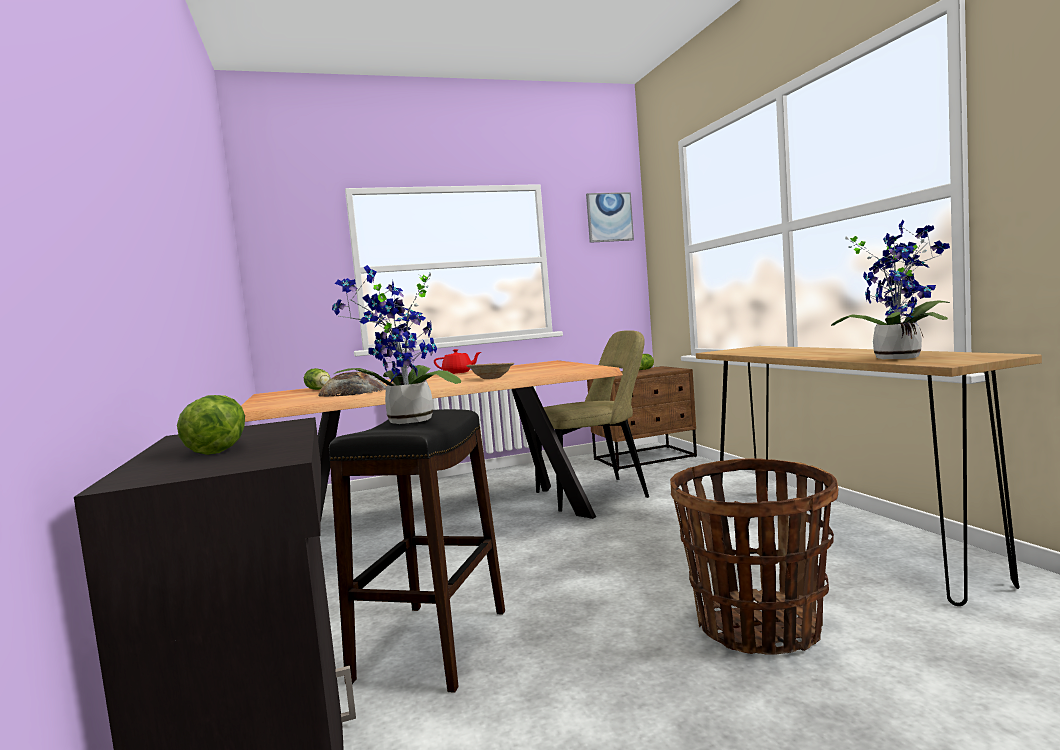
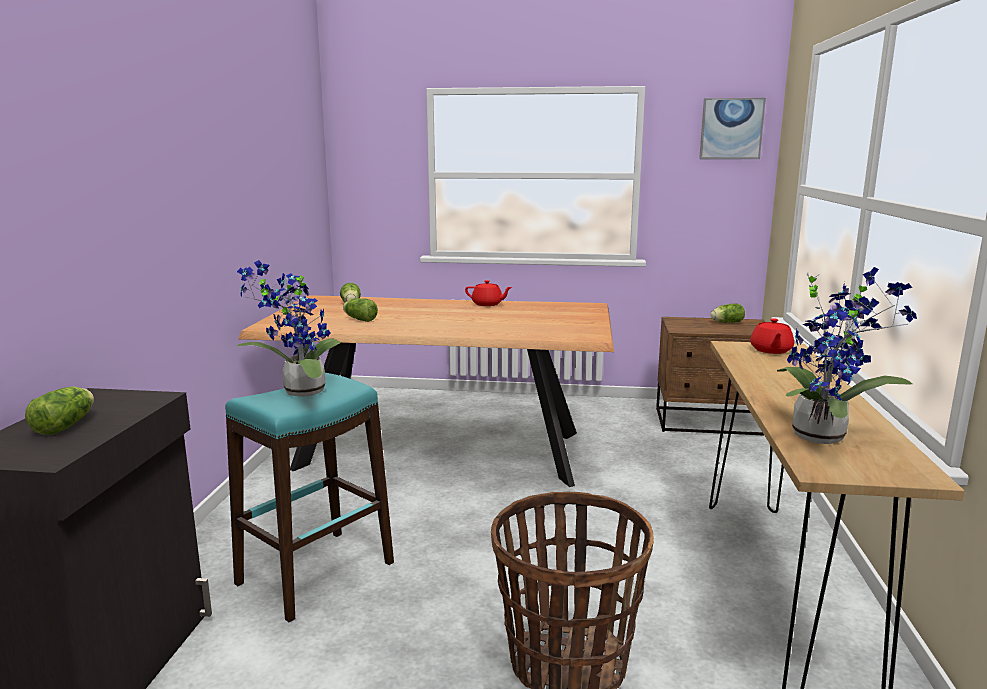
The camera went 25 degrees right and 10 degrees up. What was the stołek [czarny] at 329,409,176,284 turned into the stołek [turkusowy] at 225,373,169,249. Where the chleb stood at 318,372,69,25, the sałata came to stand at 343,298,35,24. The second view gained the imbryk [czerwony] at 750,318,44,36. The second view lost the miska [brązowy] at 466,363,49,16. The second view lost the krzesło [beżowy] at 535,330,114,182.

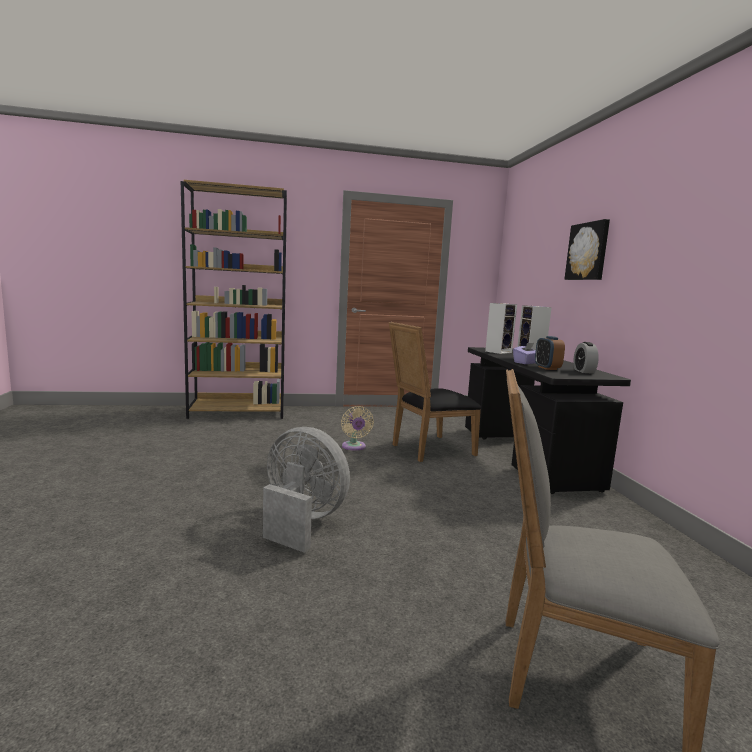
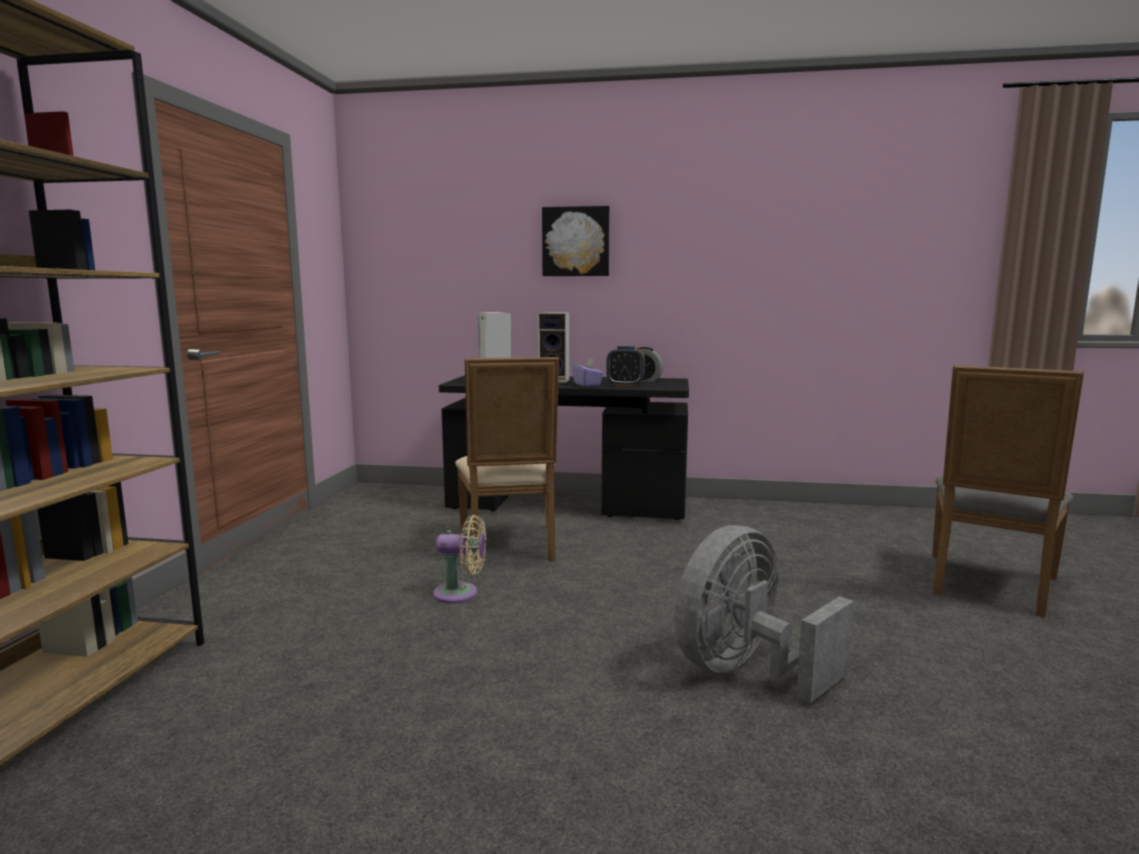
The camera went 70 degrees left and 0 degrees up. What was the krzesło [czarny] at 389,322,92,140 turned into the krzesło [beżowy] at 455,357,104,208.

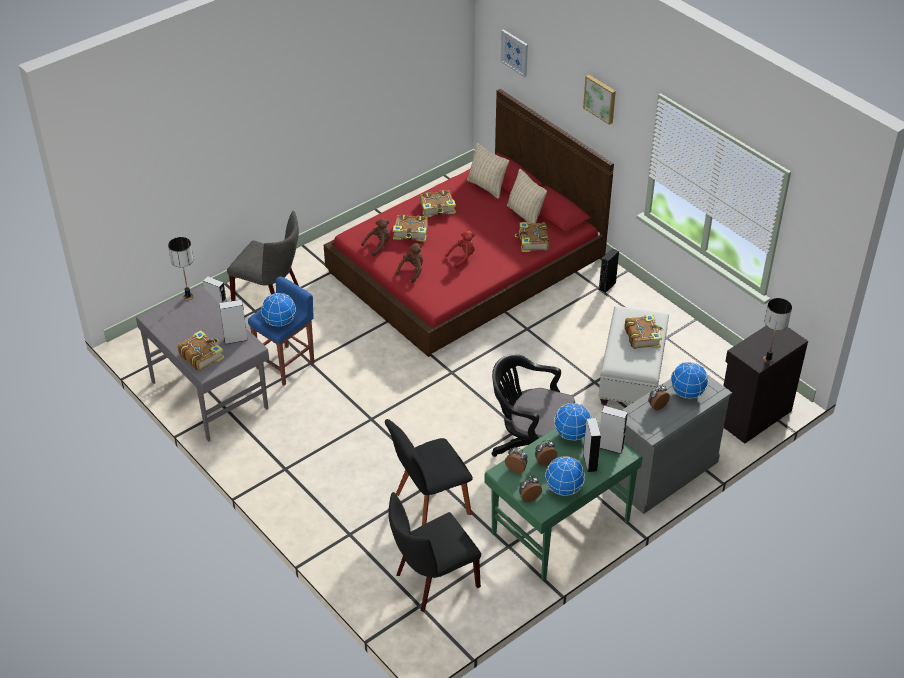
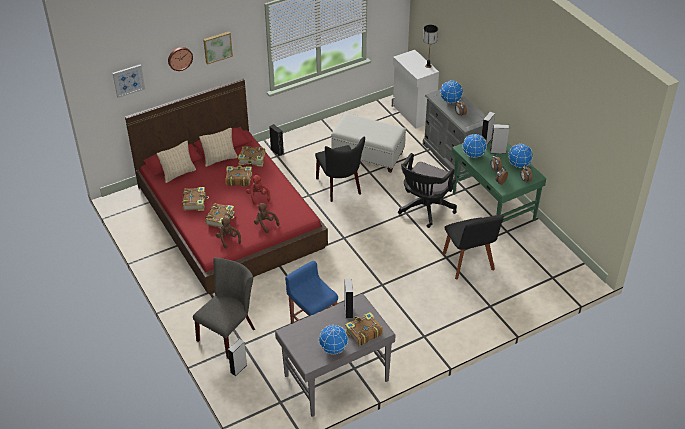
The camera went 80 degrees left and 0 degrees up. The second view gained the zegar ścienny at 168,47,25,24. The książka ended up elsewhere, having gone from 625,314,39,35 to 226,165,26,21. The krzesło [czarny] ended up elsewhere, having gone from 388,492,93,120 to 315,137,50,65. The globus ended up elsewhere, having gone from 261,293,35,34 to 319,325,29,29. What was the szafka [czarny] at 723,326,85,118 turned into the szafka [biały] at 392,50,47,79. The second view lost the lampa stołowa at 168,237,26,63.

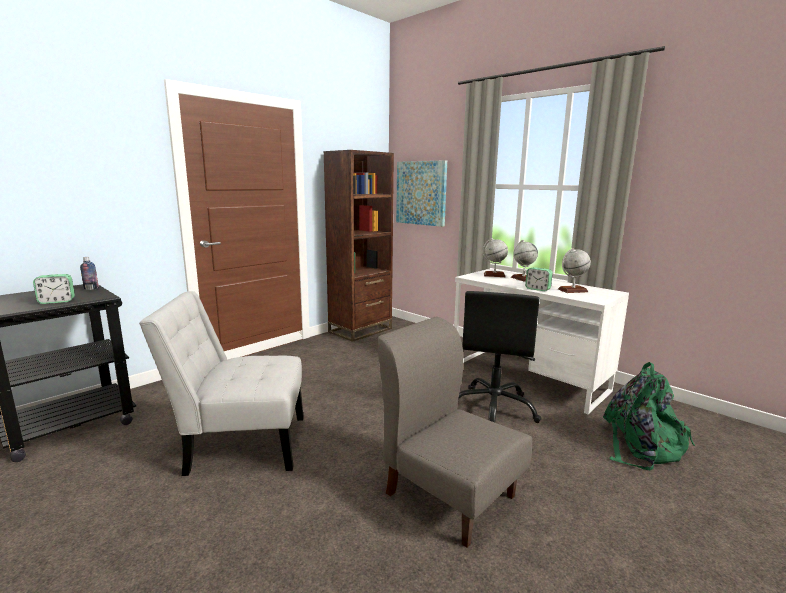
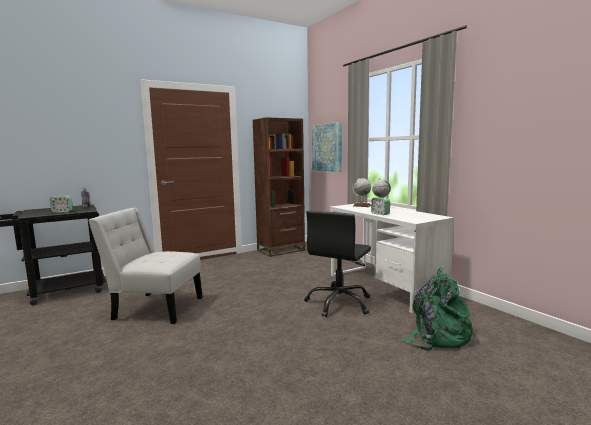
The camera went 15 degrees right and 5 degrees down. The second view lost the krzesło [szary] at 377,316,155,231. The second view lost the globus at 558,248,33,45.

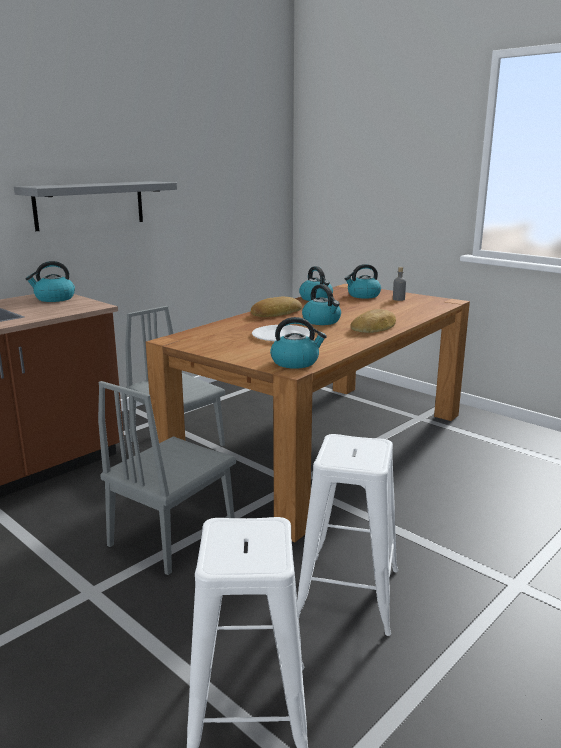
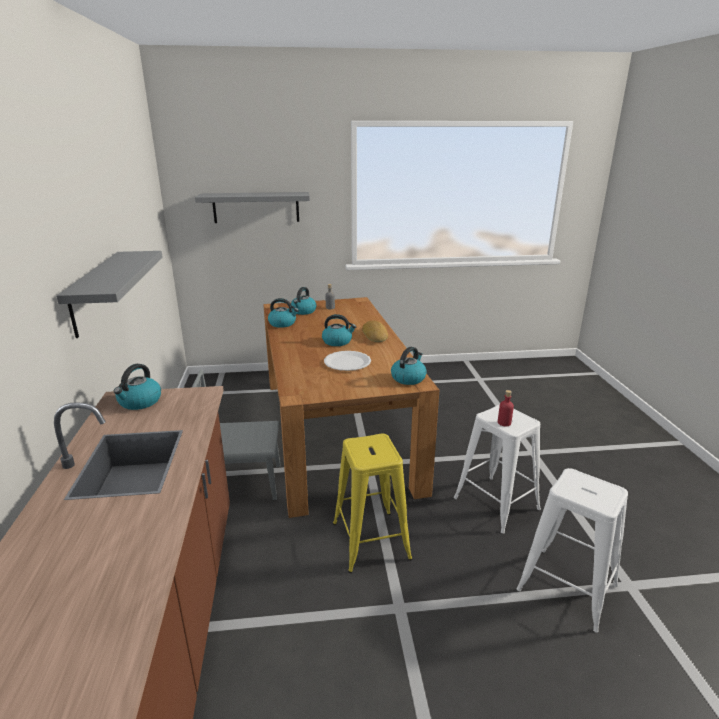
The camera went 50 degrees left and 5 degrees up. The second view gained the półka [szary] at 195,192,115,31. Where the krzesło [szary] stood at 98,381,138,194, the stołek [żółty] came to stand at 333,434,79,139. The second view gained the butelka [czerwony] at 498,390,16,36. The second view lost the chleb at 251,297,51,20.

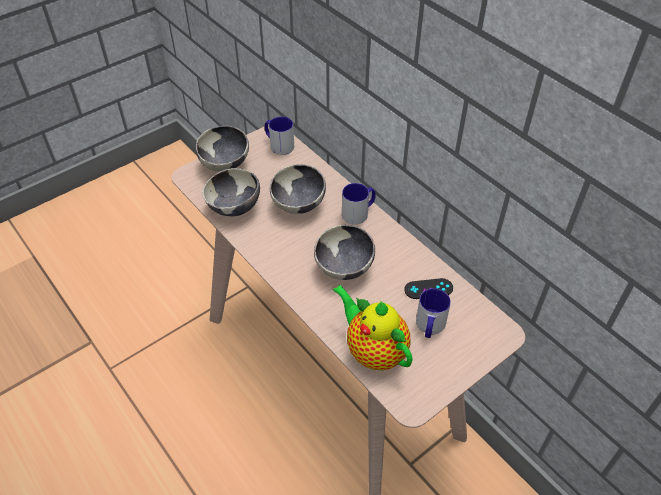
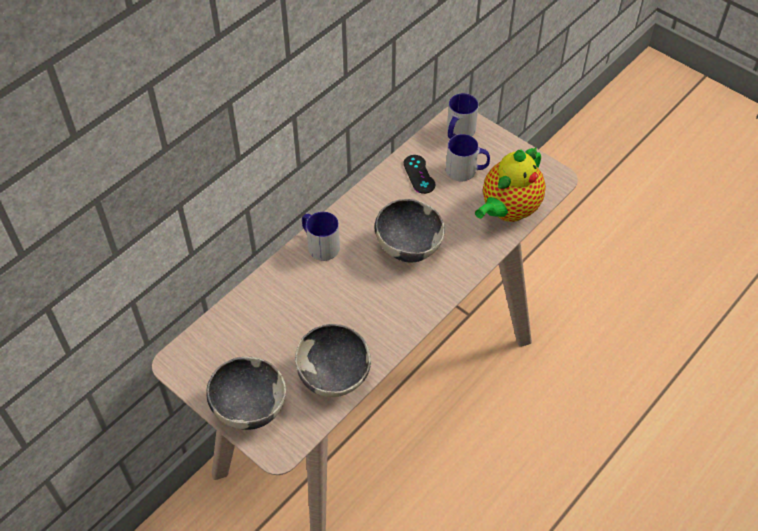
The camera went 100 degrees left and 5 degrees up. The kubek ended up elsewhere, having gone from 265,116,29,39 to 447,93,32,46. The second view lost the miska at 270,165,56,49.

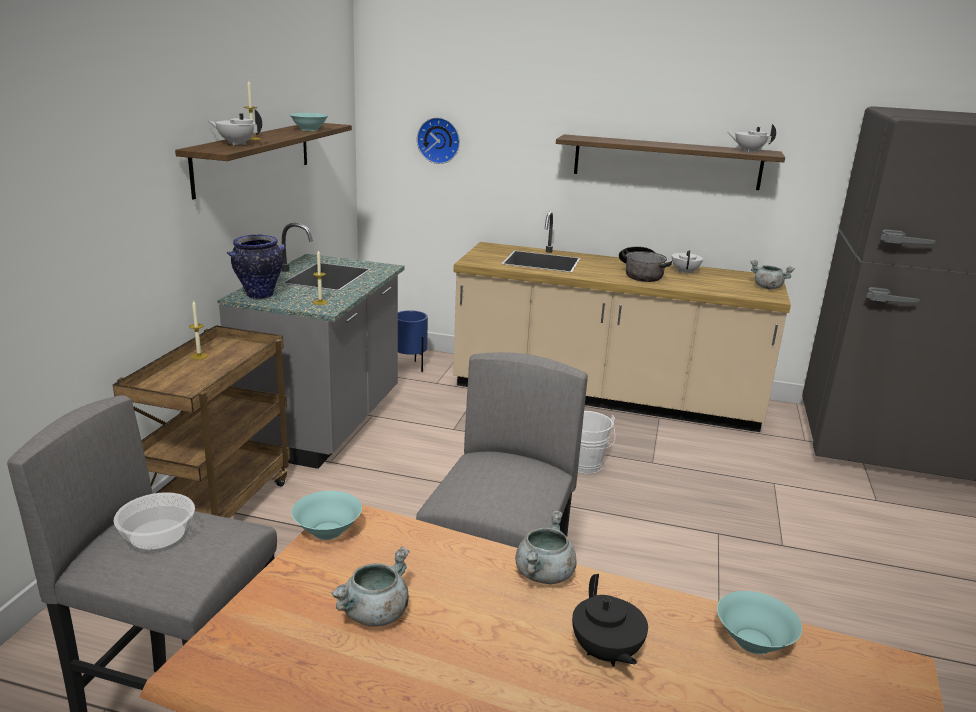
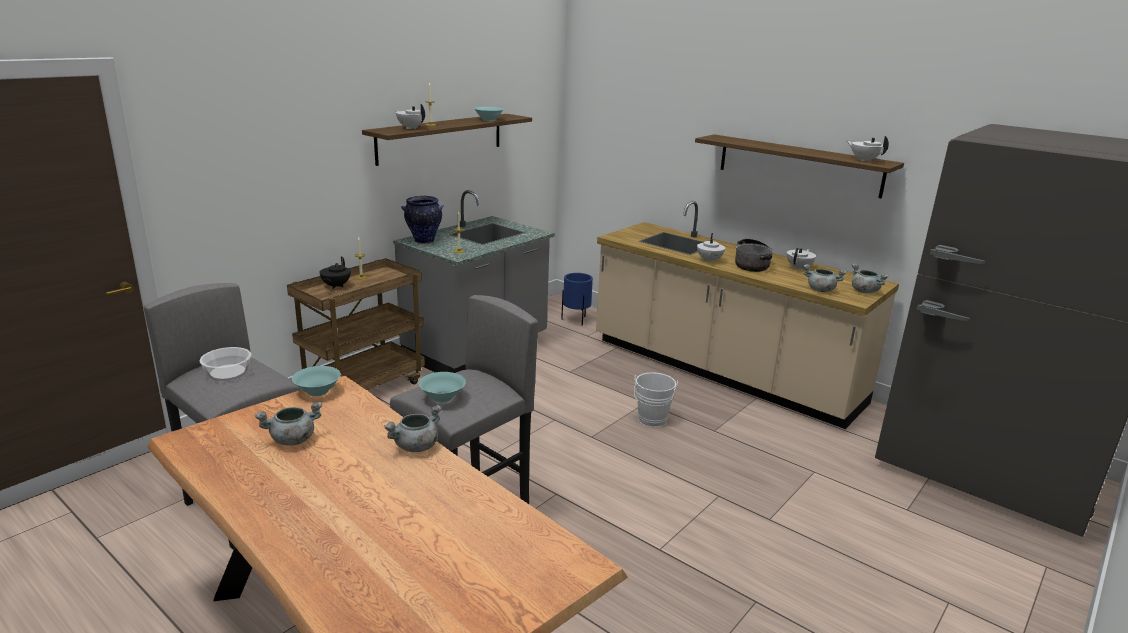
The camera went 25 degrees right and 0 degrees up. The imbryk [czarny] ended up elsewhere, having gone from 572,574,76,92 to 320,256,31,33. The miska [turkusowy] ended up elsewhere, having gone from 717,591,85,63 to 419,372,47,31. The second view gained the imbryk [biały] at 697,233,28,30. The second view gained the garnek [szary] at 803,264,43,28. The second view lost the zegar ścienny at 417,117,43,47.

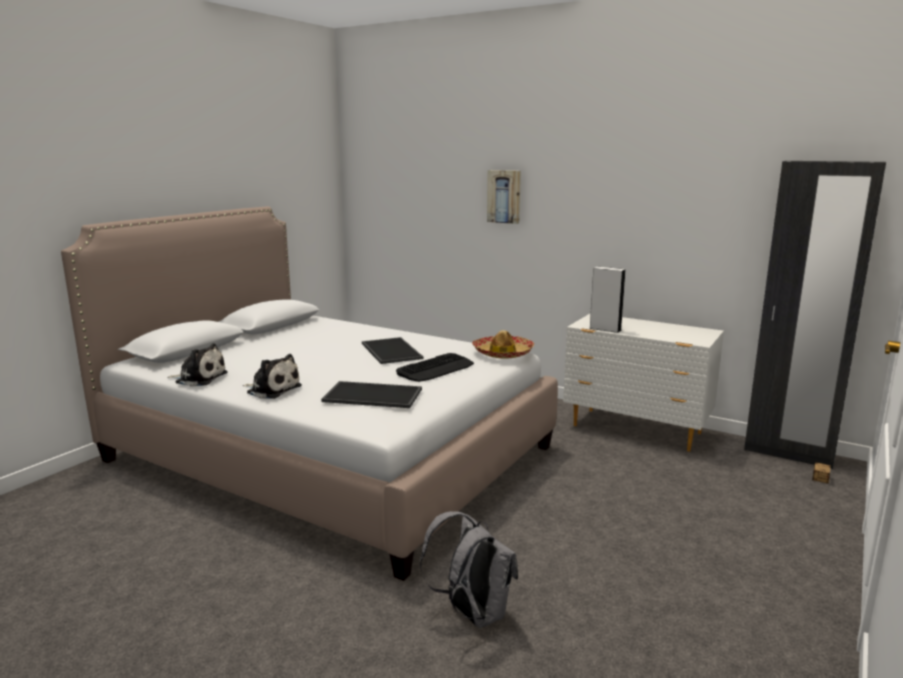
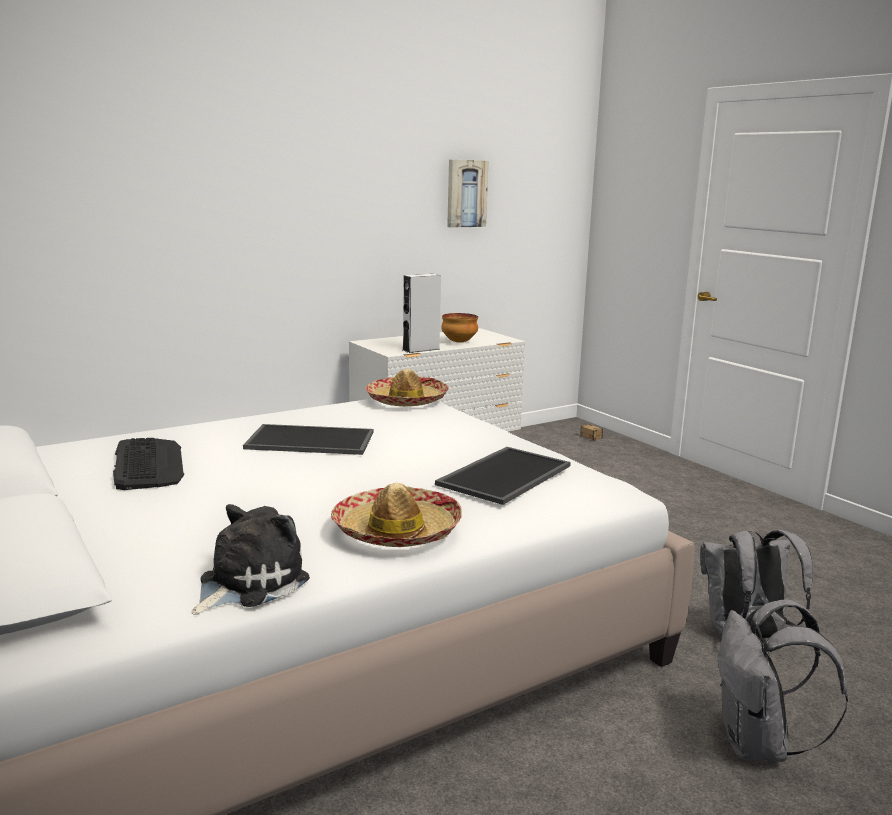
The camera went 65 degrees left and 0 degrees up. The klawiatura ended up elsewhere, having gone from 396,353,78,29 to 113,438,71,52. Where the pluszak stood at 243,354,59,45, the kapelusz came to stand at 331,483,131,64. The second view gained the miska at 441,313,37,30. The obraz ended up elsewhere, having gone from 487,170,34,54 to 447,160,41,68. The second view gained the plecak [szary] at 717,600,131,162. The second view lost the szafa [czarny] at 744,161,142,308.

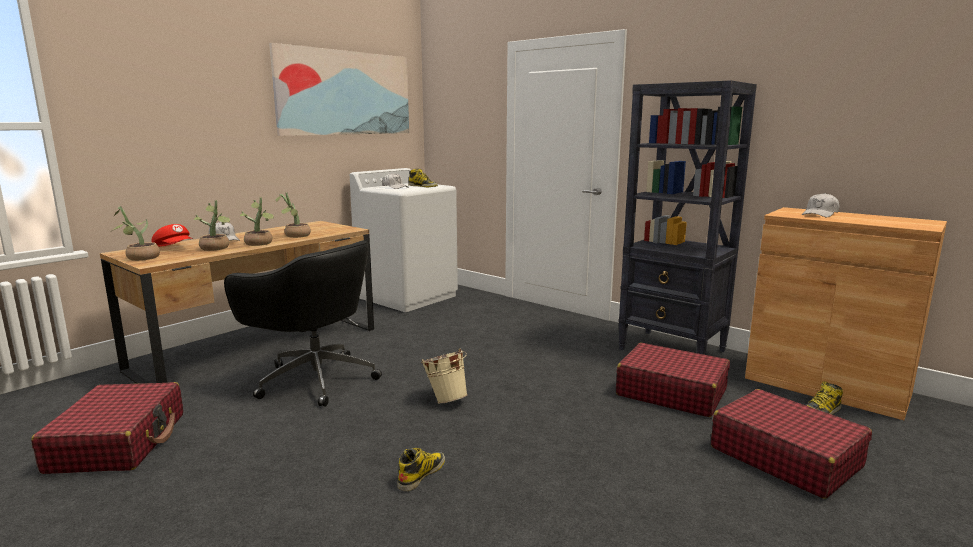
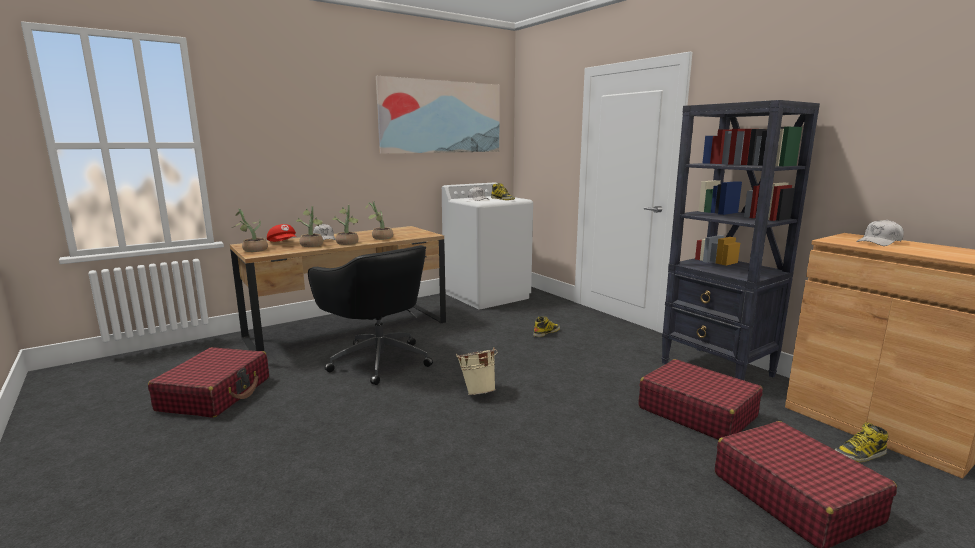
The camera went 15 degrees right and 0 degrees up. The but z cholewką ended up elsewhere, having gone from 397,448,48,43 to 533,317,27,20.

